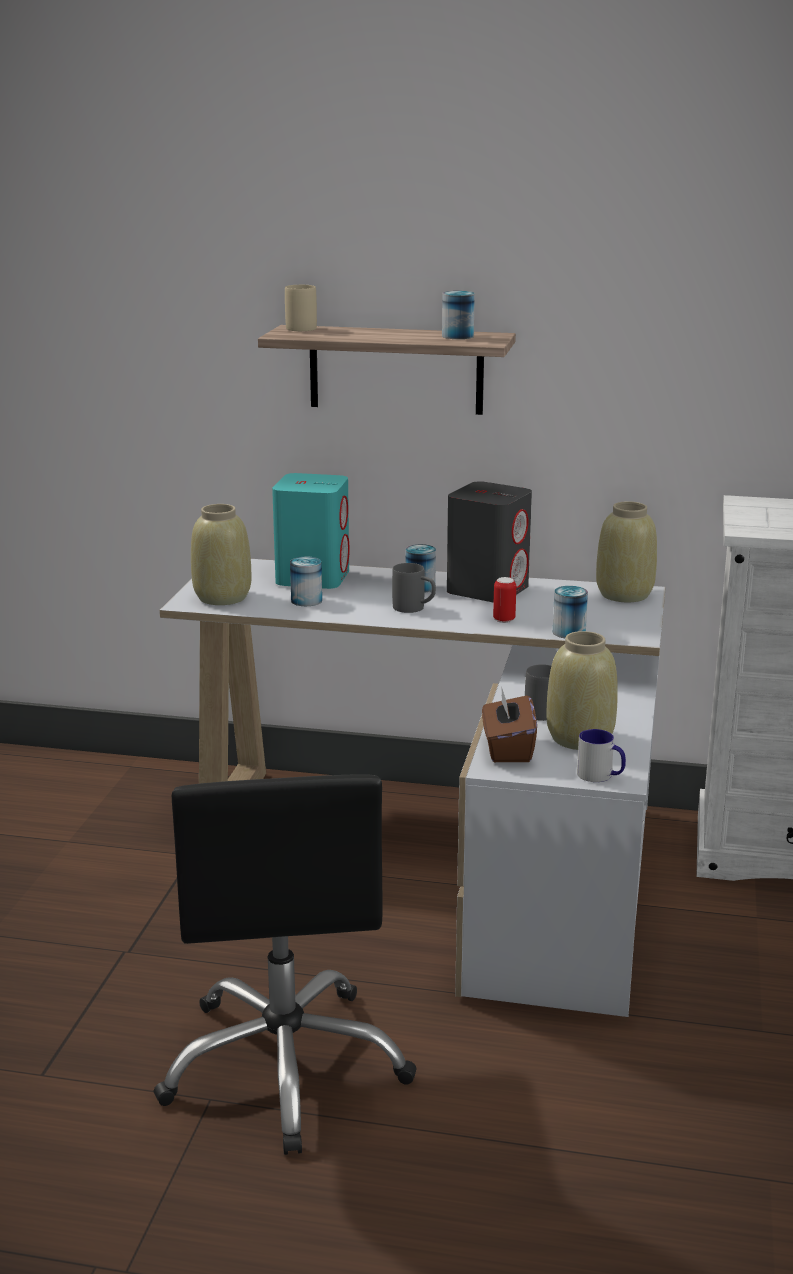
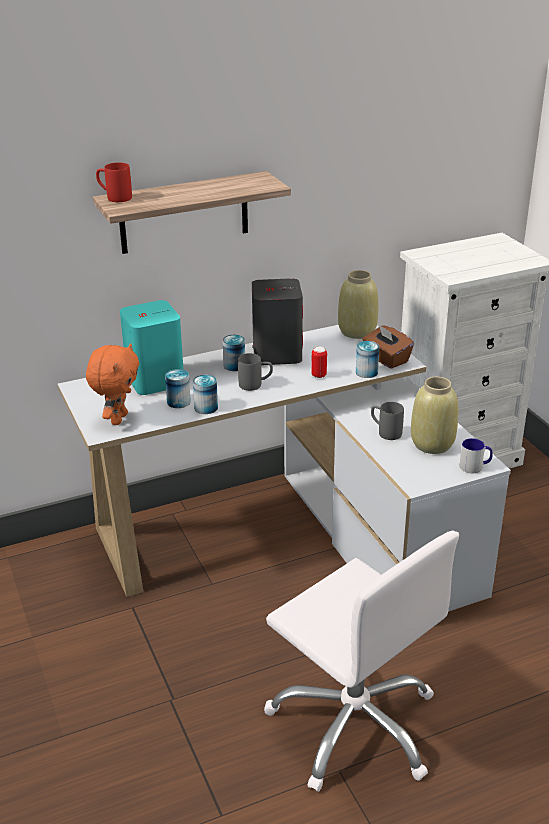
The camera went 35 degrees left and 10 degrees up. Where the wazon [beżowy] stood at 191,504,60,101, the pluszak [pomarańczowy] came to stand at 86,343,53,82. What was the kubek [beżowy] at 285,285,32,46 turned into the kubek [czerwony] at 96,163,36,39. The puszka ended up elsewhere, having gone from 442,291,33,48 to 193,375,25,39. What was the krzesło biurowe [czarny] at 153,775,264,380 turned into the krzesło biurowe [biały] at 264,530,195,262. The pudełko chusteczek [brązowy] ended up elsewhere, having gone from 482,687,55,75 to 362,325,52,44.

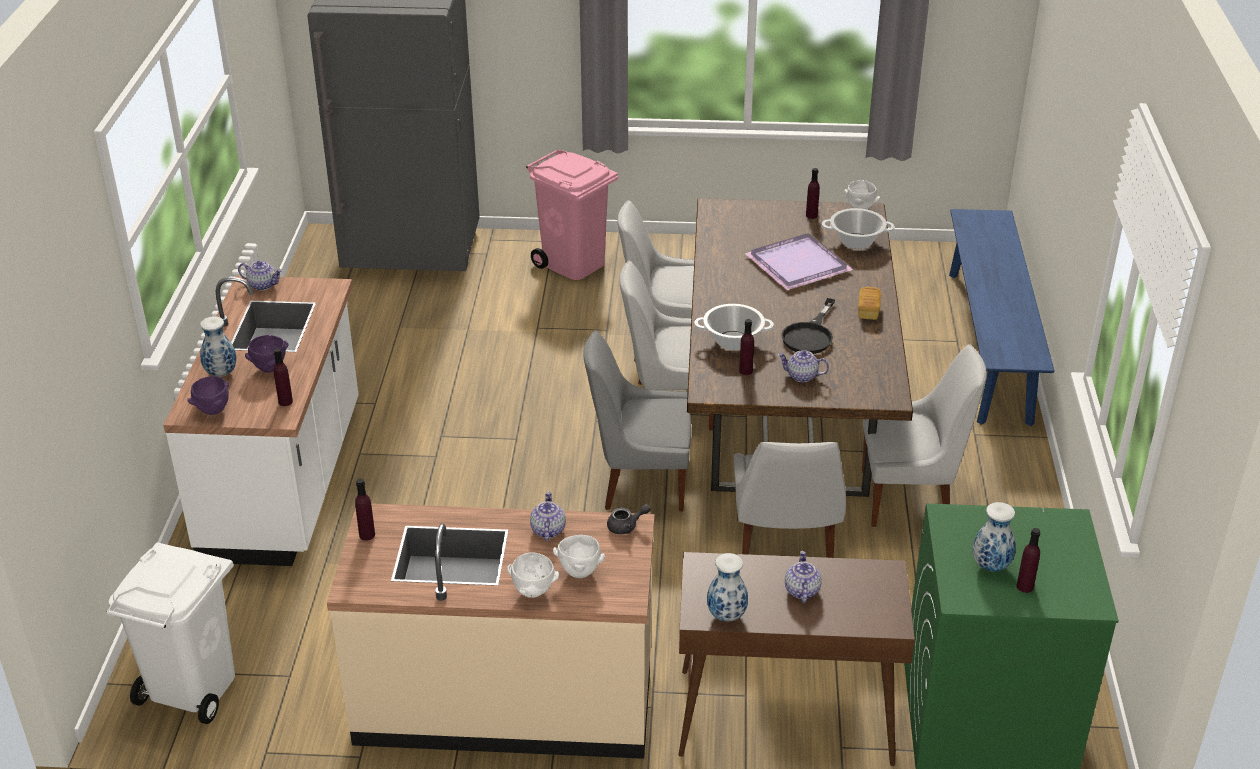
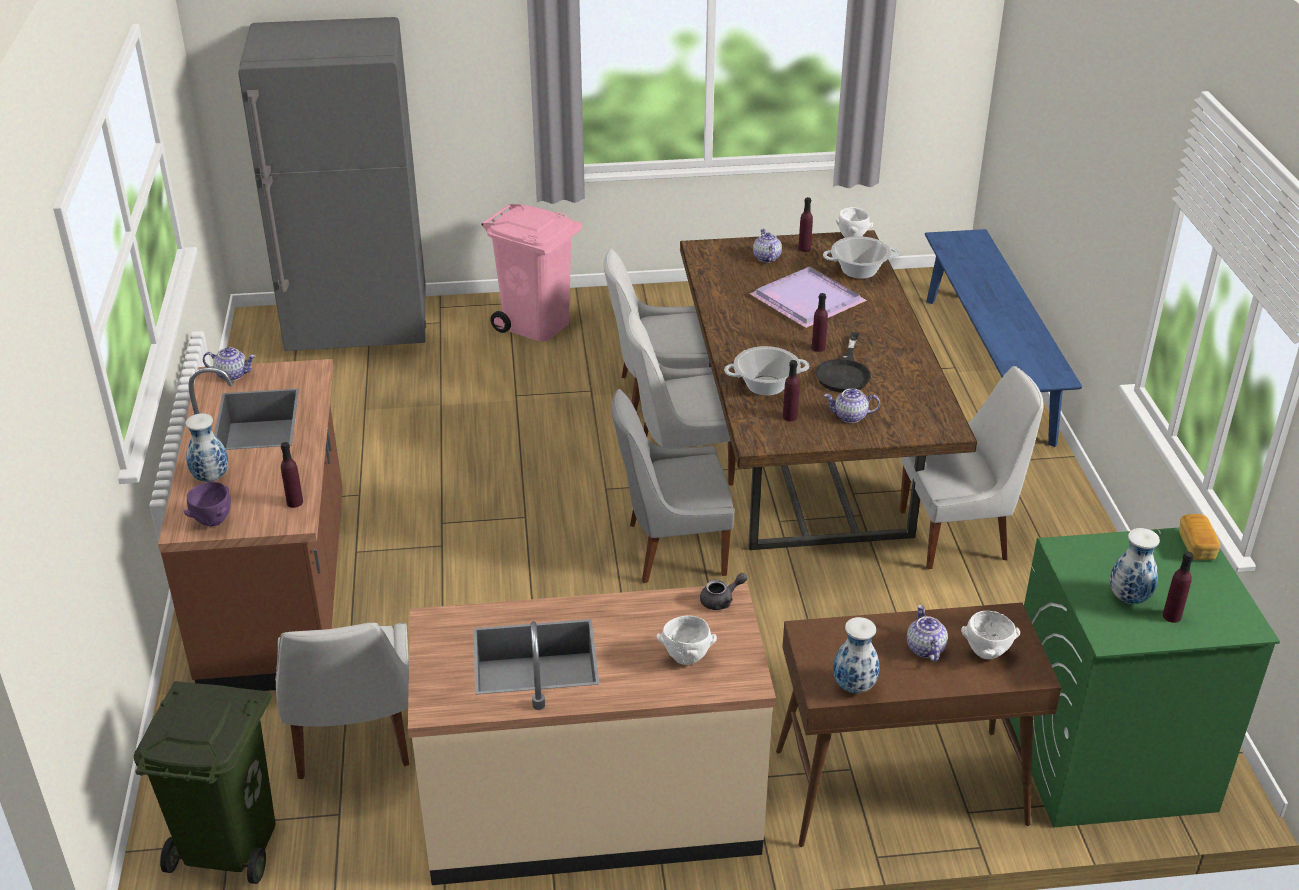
The camera went 10 degrees left and 0 degrees up. What was the kosz na śmieci [biały] at 107,542,128,182 turned into the kosz na śmieci [zielony] at 134,681,142,203. What was the zabudowa kuchenna [biały] at 163,276,196,290 turned into the zabudowa kuchenna [brązowy] at 158,359,185,332. The krzesło [biały] ended up elsewhere, having gone from 733,442,113,116 to 275,623,134,156. The imbryk ended up elsewhere, having gone from 530,492,36,49 to 753,229,29,34. The butelka [fioletowy] ended up elsewhere, having gone from 355,478,20,63 to 812,293,16,59. The miska [biały] ended up elsewhere, having gone from 507,552,52,46 to 961,611,59,48. The chleb ended up elsewhere, having gone from 858,287,23,33 to 1179,514,42,46. The second view lost the miska [fioletowy] at 245,335,44,38.

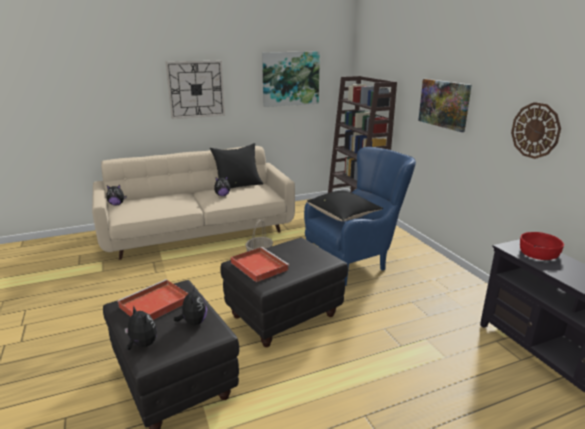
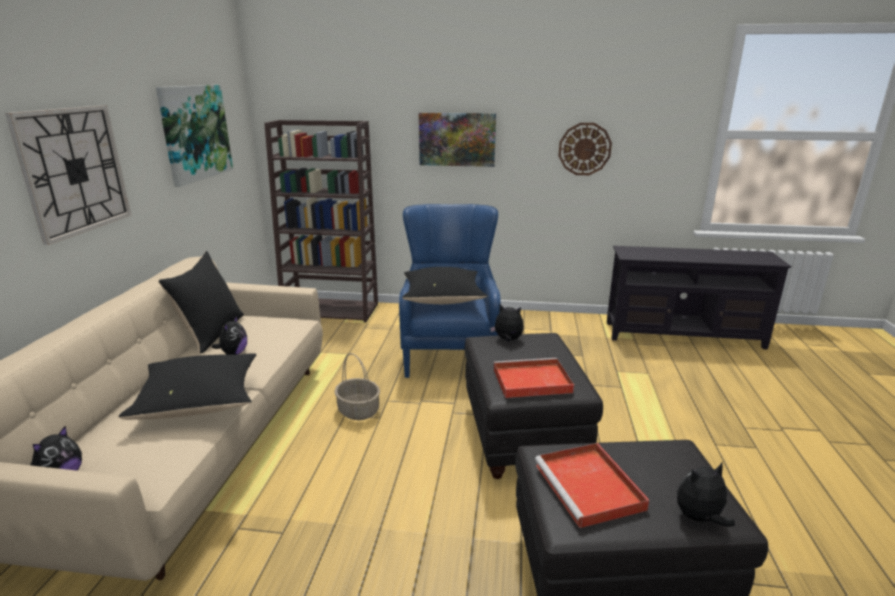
The camera went 60 degrees left and 0 degrees up. The second view gained the poduszka [czarny] at 119,353,138,67. The pluszak ended up elsewhere, having gone from 174,285,33,40 to 490,304,34,37. The second view lost the miska [czerwony] at 520,232,44,28.

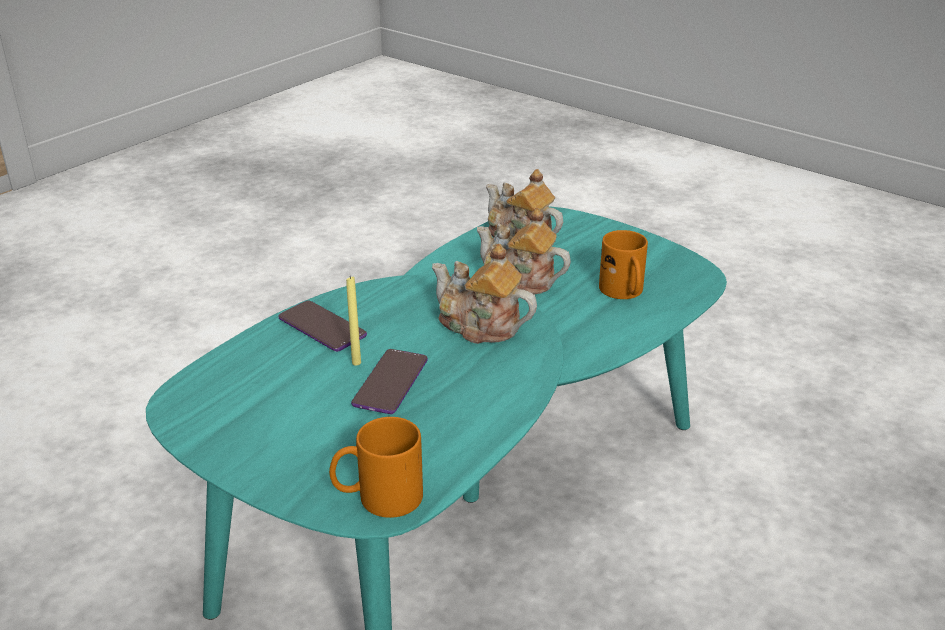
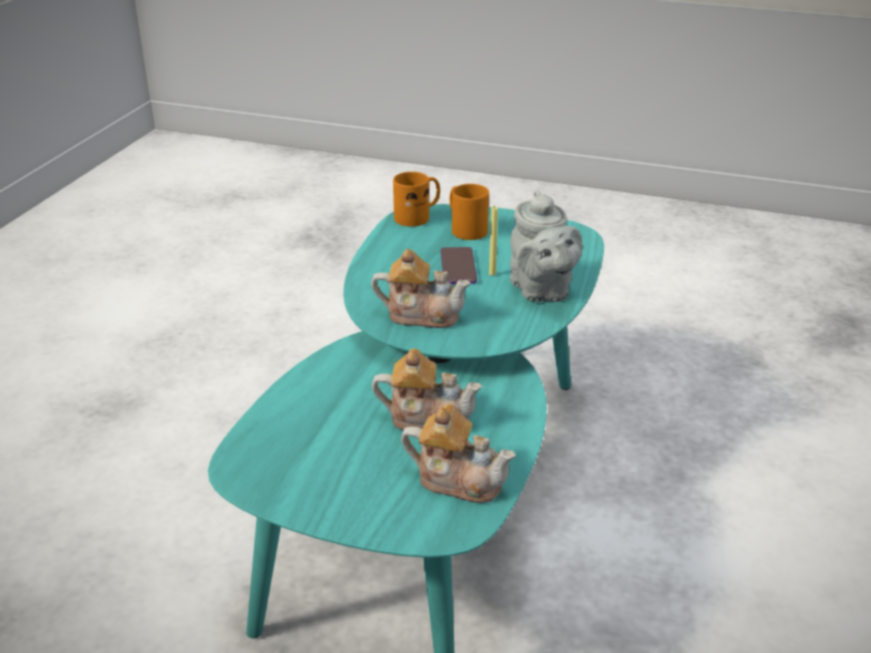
The camera went 160 degrees right and 0 degrees up. The kubek [pomarańczowy] ended up elsewhere, having gone from 599,230,49,69 to 450,184,39,56. Where the telefon stood at 278,300,89,52, the imbryk [szary] came to stand at 510,190,73,112.

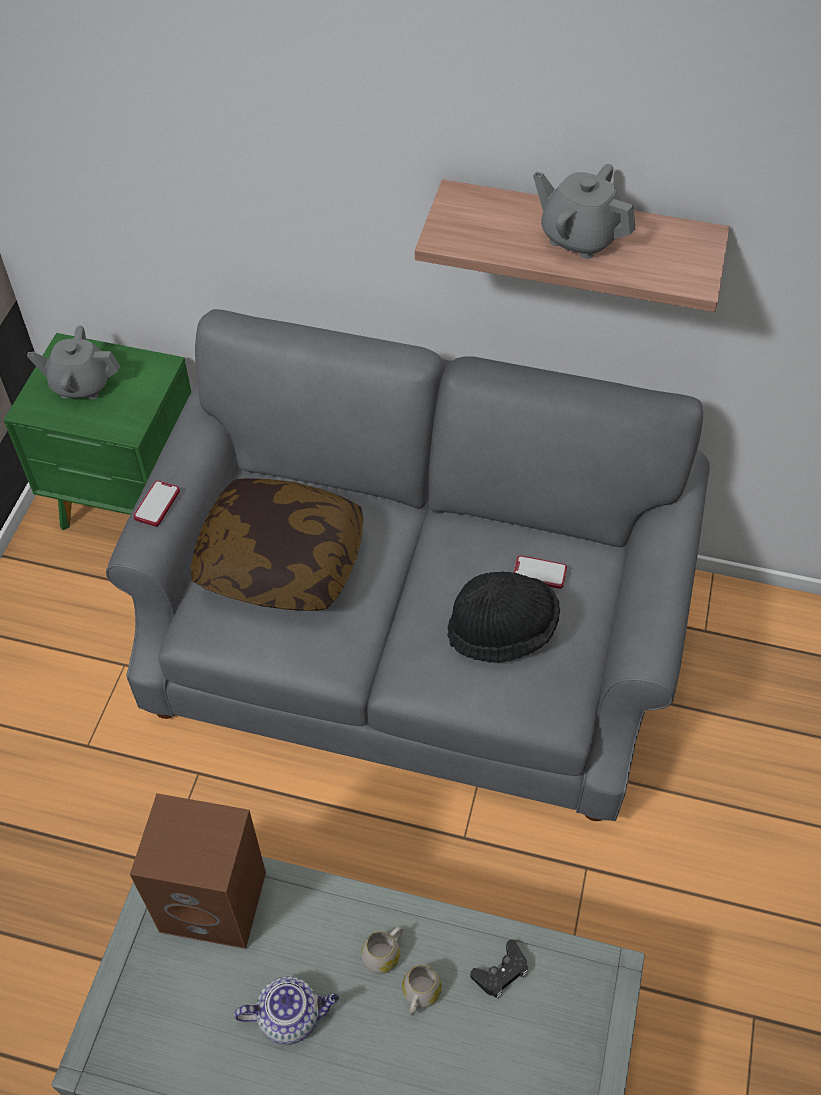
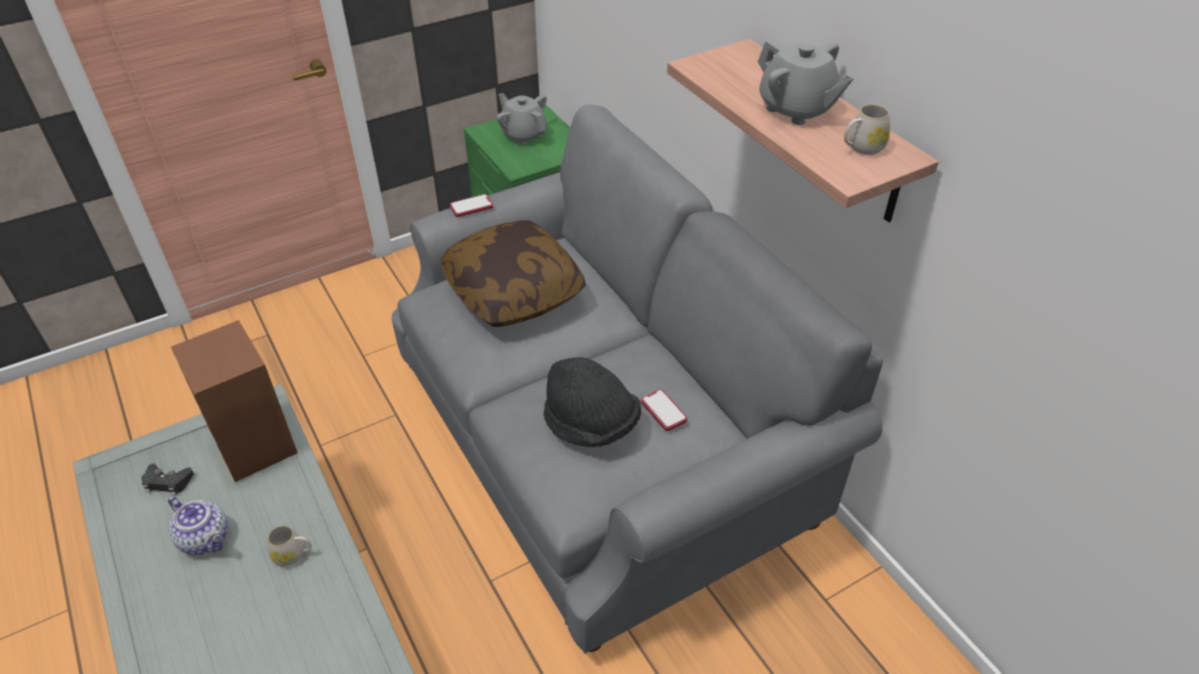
The camera went 45 degrees right and 10 degrees down. The pad do gier [czarny] ended up elsewhere, having gone from 470,939,58,60 to 142,464,52,32. The imbryk [szary] at 533,164,102,95 ended up facing another way, 150 degrees clockwise from before. The kubek [biały] ended up elsewhere, having gone from 402,965,40,51 to 844,104,46,51.

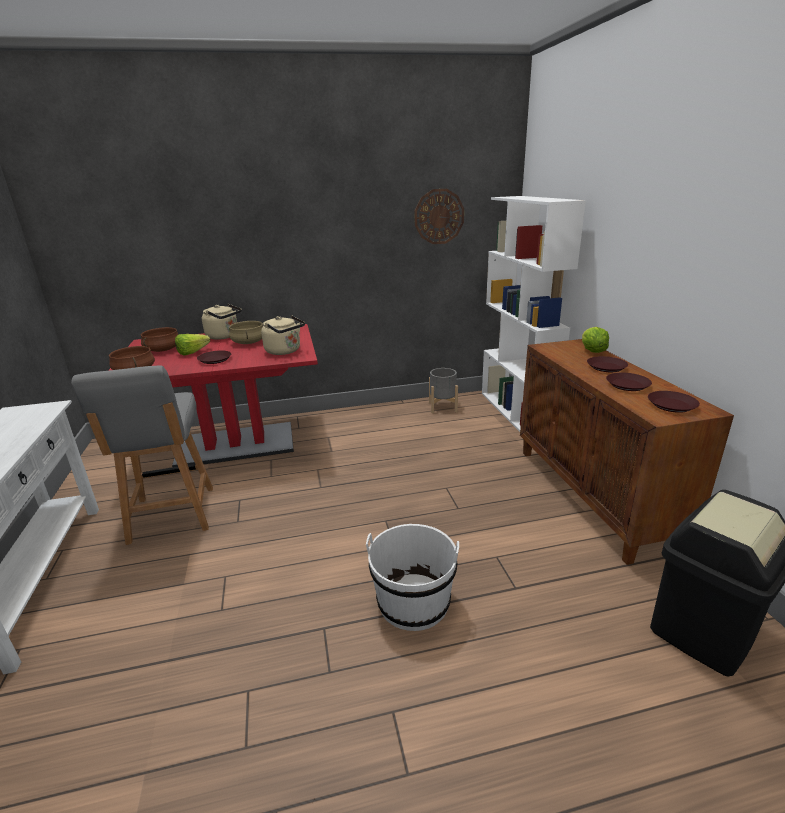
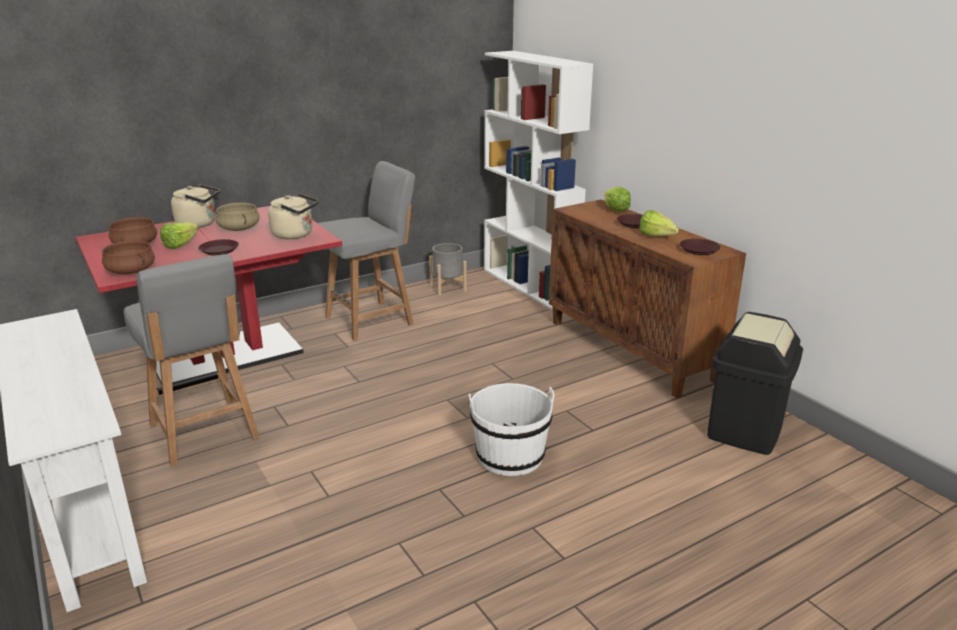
The camera went 20 degrees left and 0 degrees up. The second view gained the krzesło [szary] at 318,161,97,180. Where the talerz [brązowy] stood at 606,373,46,18, the sałata came to stand at 639,210,40,26. The second view lost the zegar ścienny at 415,189,49,55.

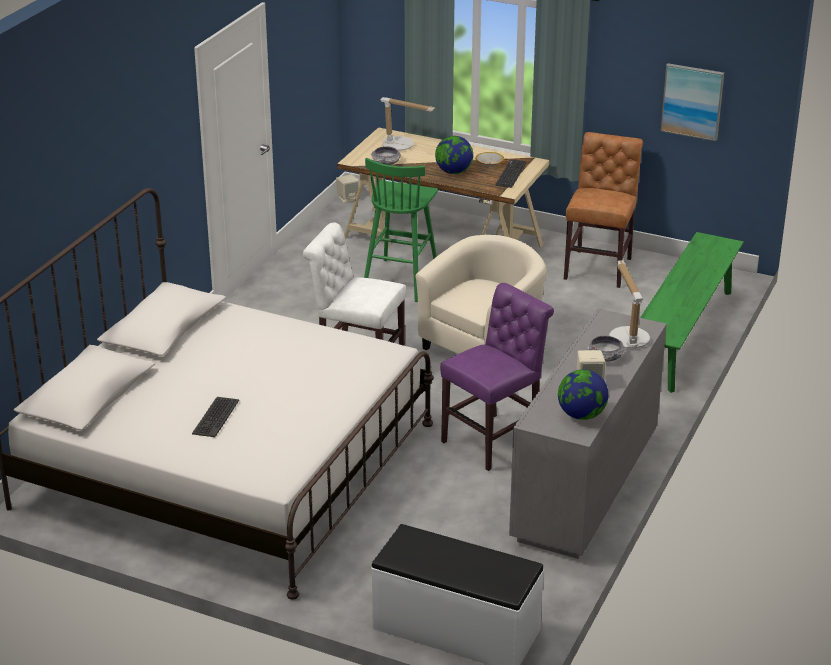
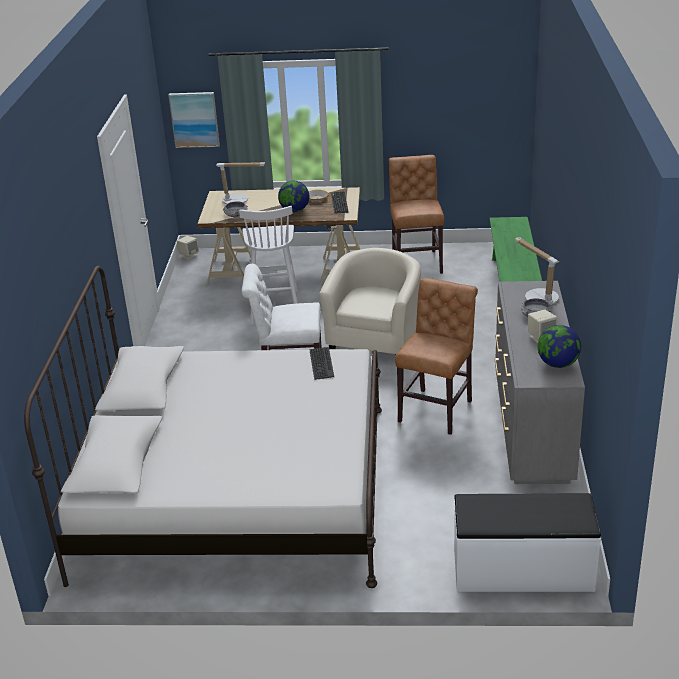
The camera went 20 degrees left and 0 degrees up. The obraz ended up elsewhere, having gone from 661,63,63,78 to 168,92,52,56. What was the stołek [zielony] at 364,158,74,144 turned into the stołek [biały] at 239,206,59,118. The klawiatura ended up elsewhere, having gone from 192,397,47,40 to 310,347,24,33. What was the krzesło [fioletowy] at 440,283,114,188 turned into the krzesło [brązowy] at 395,278,83,157.

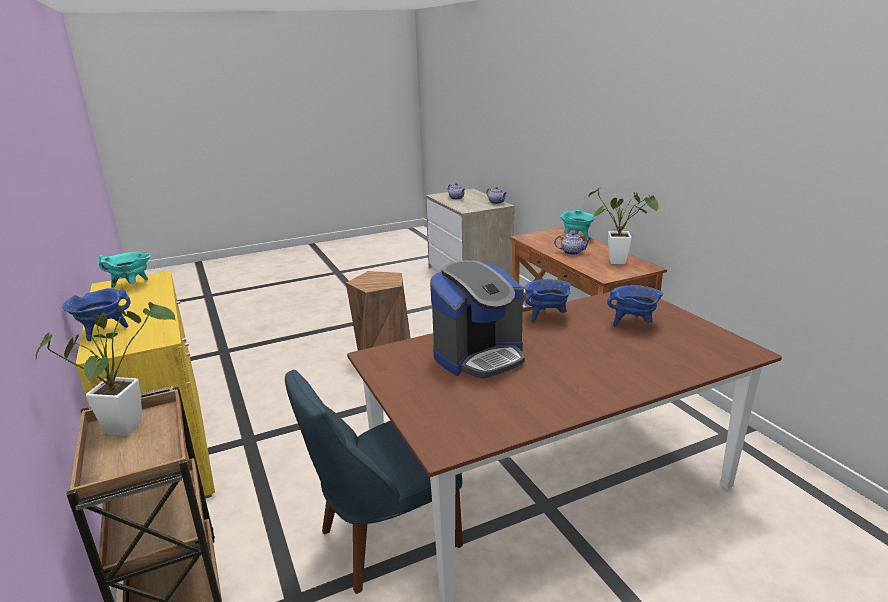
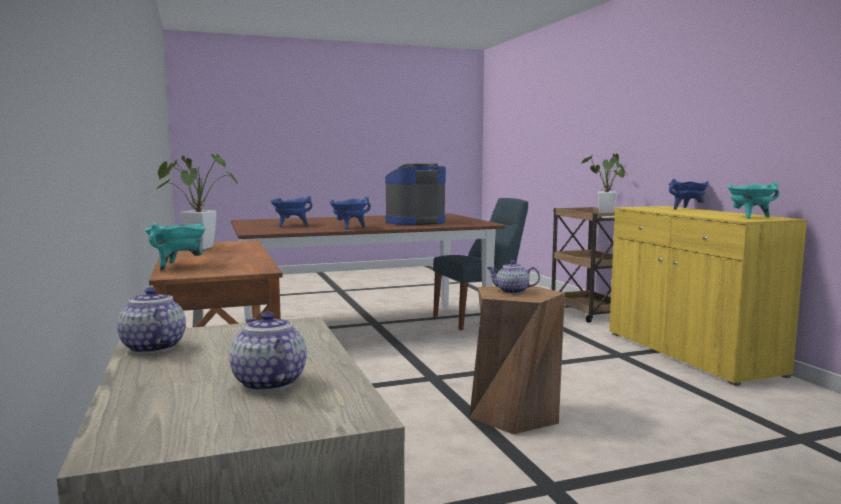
The camera went 175 degrees left and 15 degrees down. The imbryk ended up elsewhere, having gone from 554,232,37,23 to 487,260,53,34.

